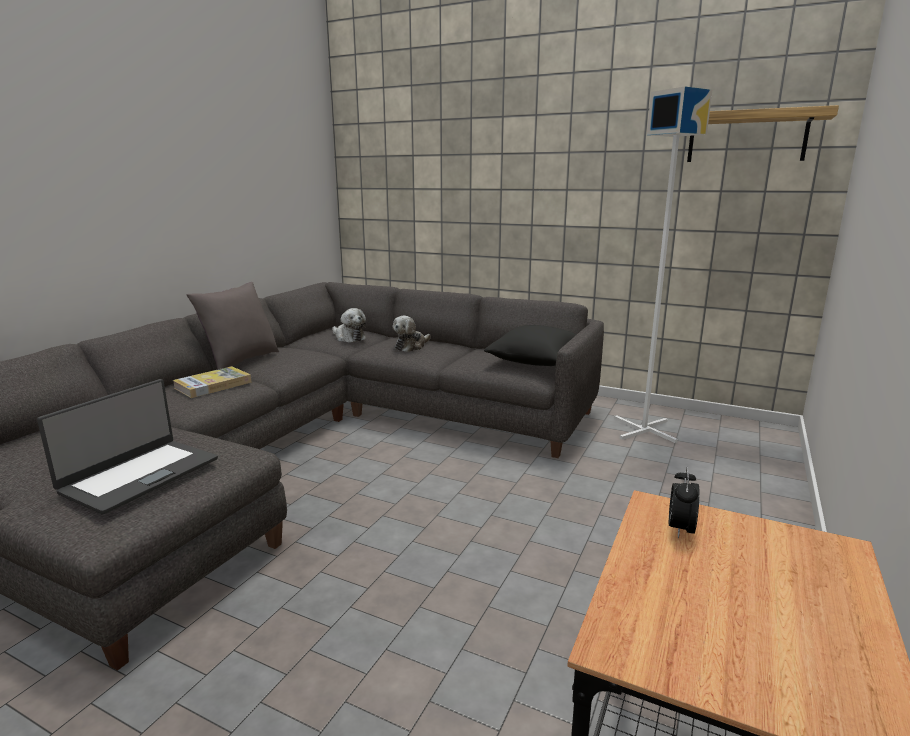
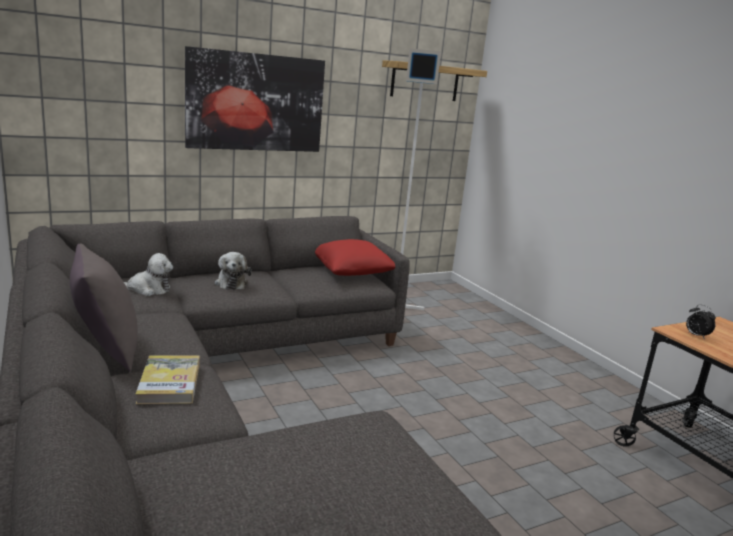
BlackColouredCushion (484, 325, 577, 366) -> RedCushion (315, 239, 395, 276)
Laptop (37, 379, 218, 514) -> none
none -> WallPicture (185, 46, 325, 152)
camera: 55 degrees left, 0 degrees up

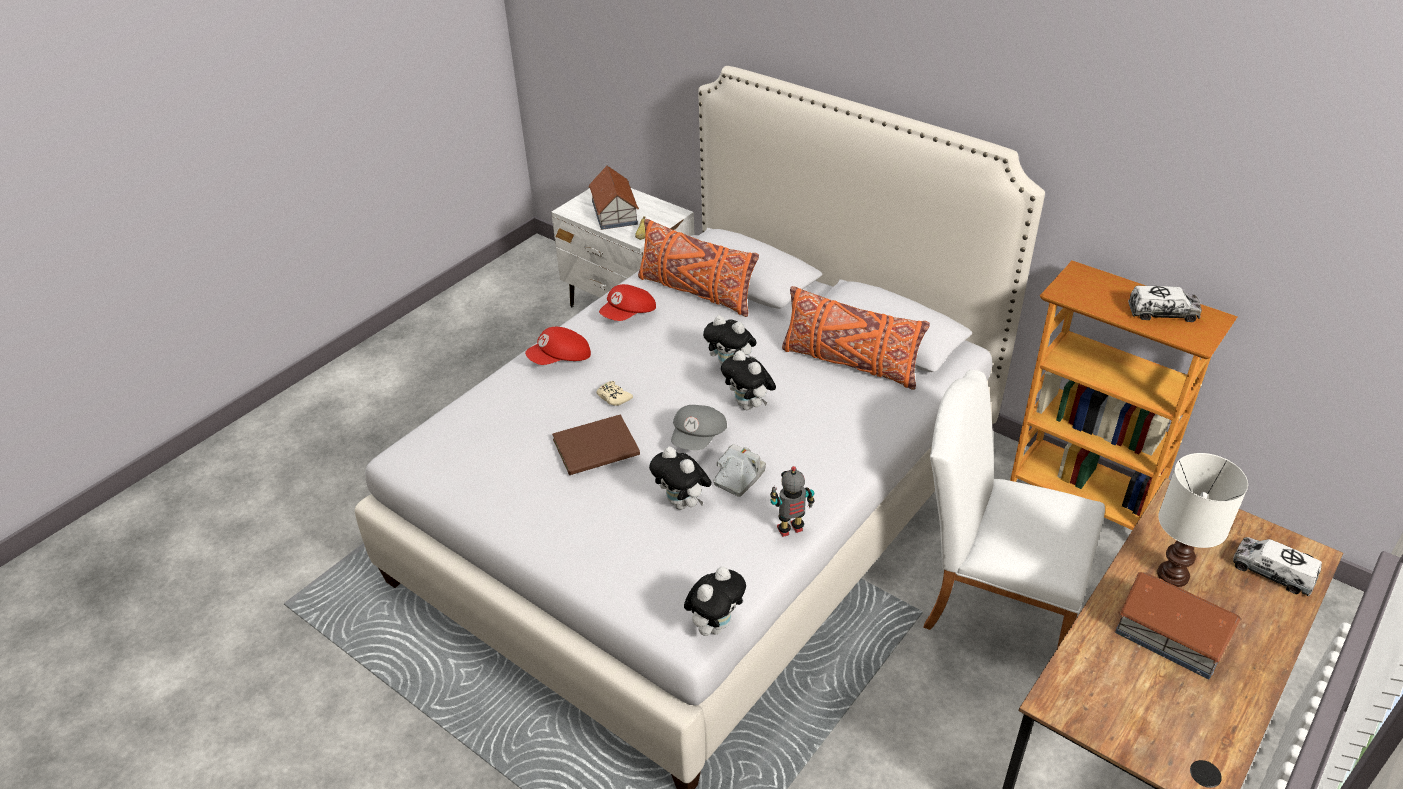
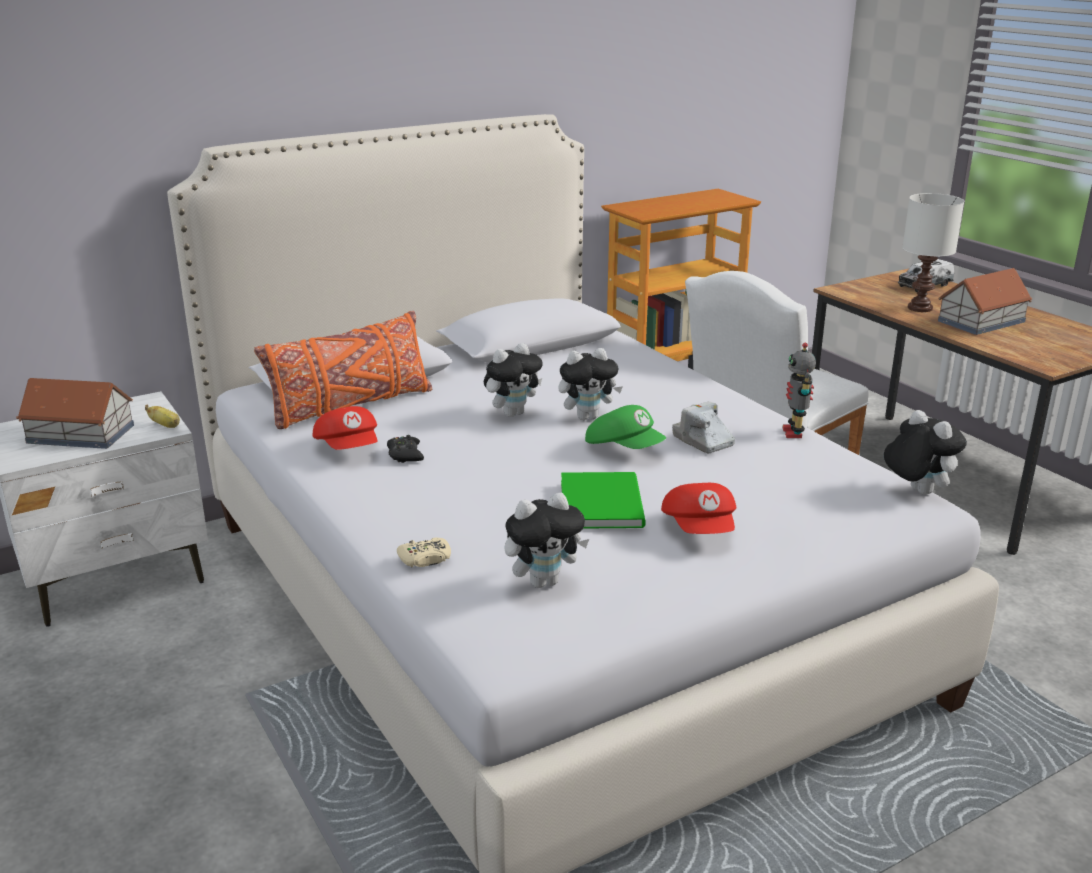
OrangeyCushion (782, 286, 930, 390) -> none
ToyTruck (1128, 286, 1202, 322) -> none
RedBaseballCap (525, 327, 591, 365) -> RedBaseballCap (661, 483, 736, 534), moved
BeigeJoypad (596, 381, 633, 406) -> BeigeJoypad (397, 537, 451, 567), moved
GreyBaseballCap (671, 405, 727, 450) -> GreenBaseballCap (585, 405, 666, 449)
BrownColouredBook (552, 414, 640, 475) -> GreenBook (561, 472, 646, 529)
CuddlyToy (649, 446, 712, 510) -> CuddlyToy (504, 493, 589, 588), moved
none -> BlackColouredJoypad (387, 435, 424, 463)
camera: 70 degrees left, 15 degrees down

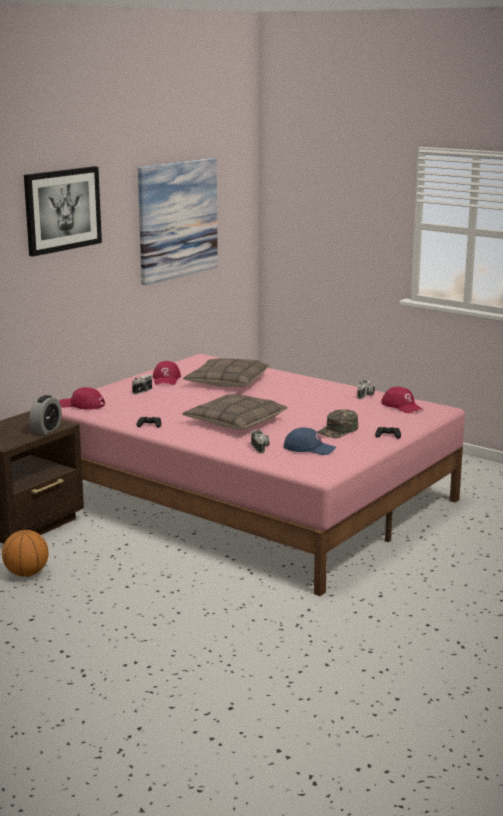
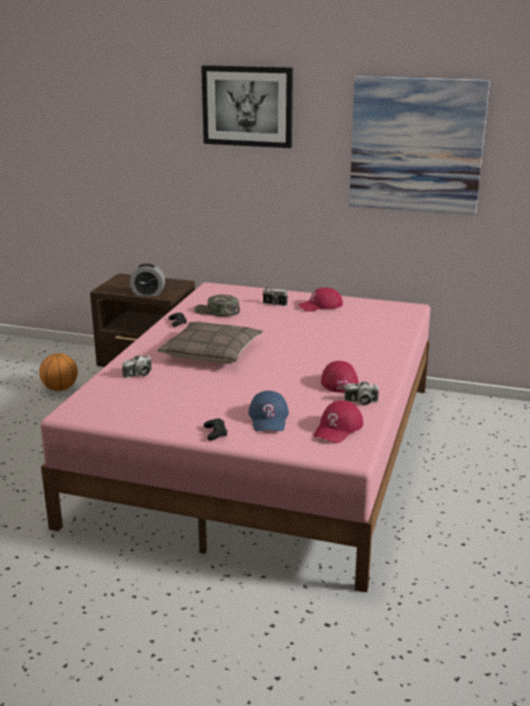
Cushion (183, 358, 270, 387) -> none
RedBaseballCap (59, 387, 105, 409) -> RedBaseballCap (321, 361, 359, 392), moved
GreenBaseballCap (317, 409, 358, 438) -> GreenBaseballCap (194, 294, 240, 317), moved
BluishBaseballCap (284, 427, 336, 455) -> BluishBaseballCap (248, 391, 289, 431), moved
camera: 70 degrees right, 5 degrees up

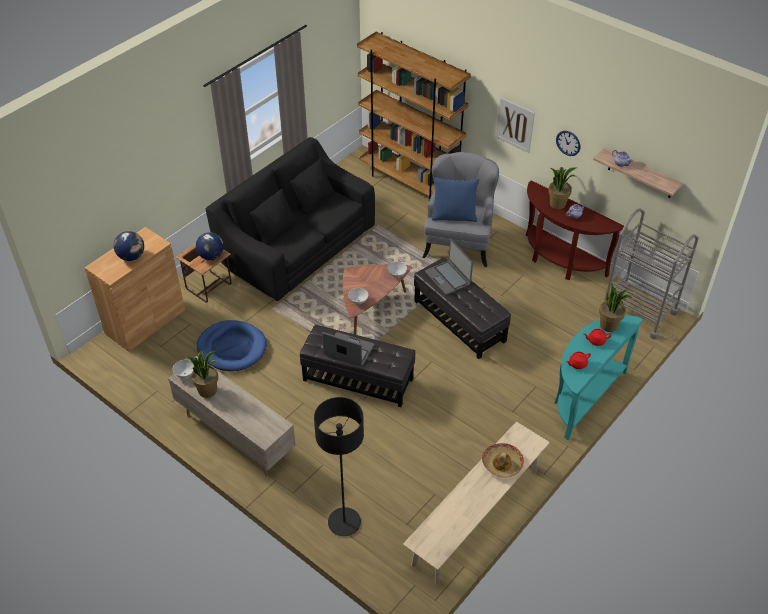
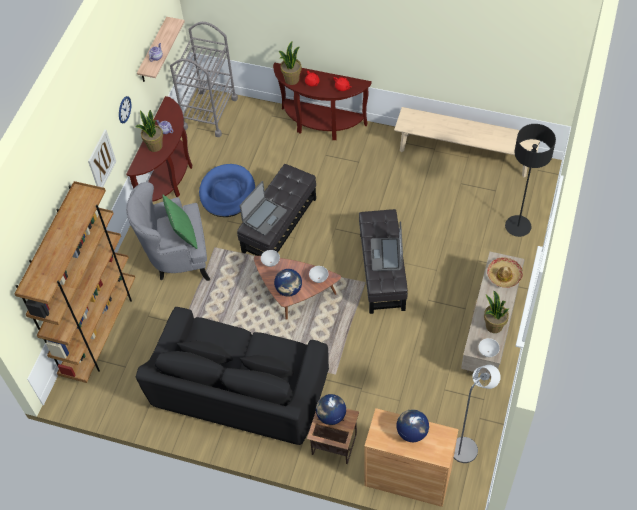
BluishCushion (432, 177, 479, 222) -> GreenCushion (163, 195, 198, 249)
TurquoiseColouredConsoleTable (554, 315, 643, 440) -> BrownColouredConsoleTable (273, 63, 372, 140)
BluishPetBed (197, 320, 267, 371) -> BluishPetBed (199, 164, 255, 217), moved
WearableHat (482, 443, 524, 478) -> WearableHat (487, 257, 523, 288), moved
none -> Globe (274, 269, 302, 297)
none -> GreyStandingLamp (454, 365, 501, 463)
camera: 110 degrees left, 10 degrees up

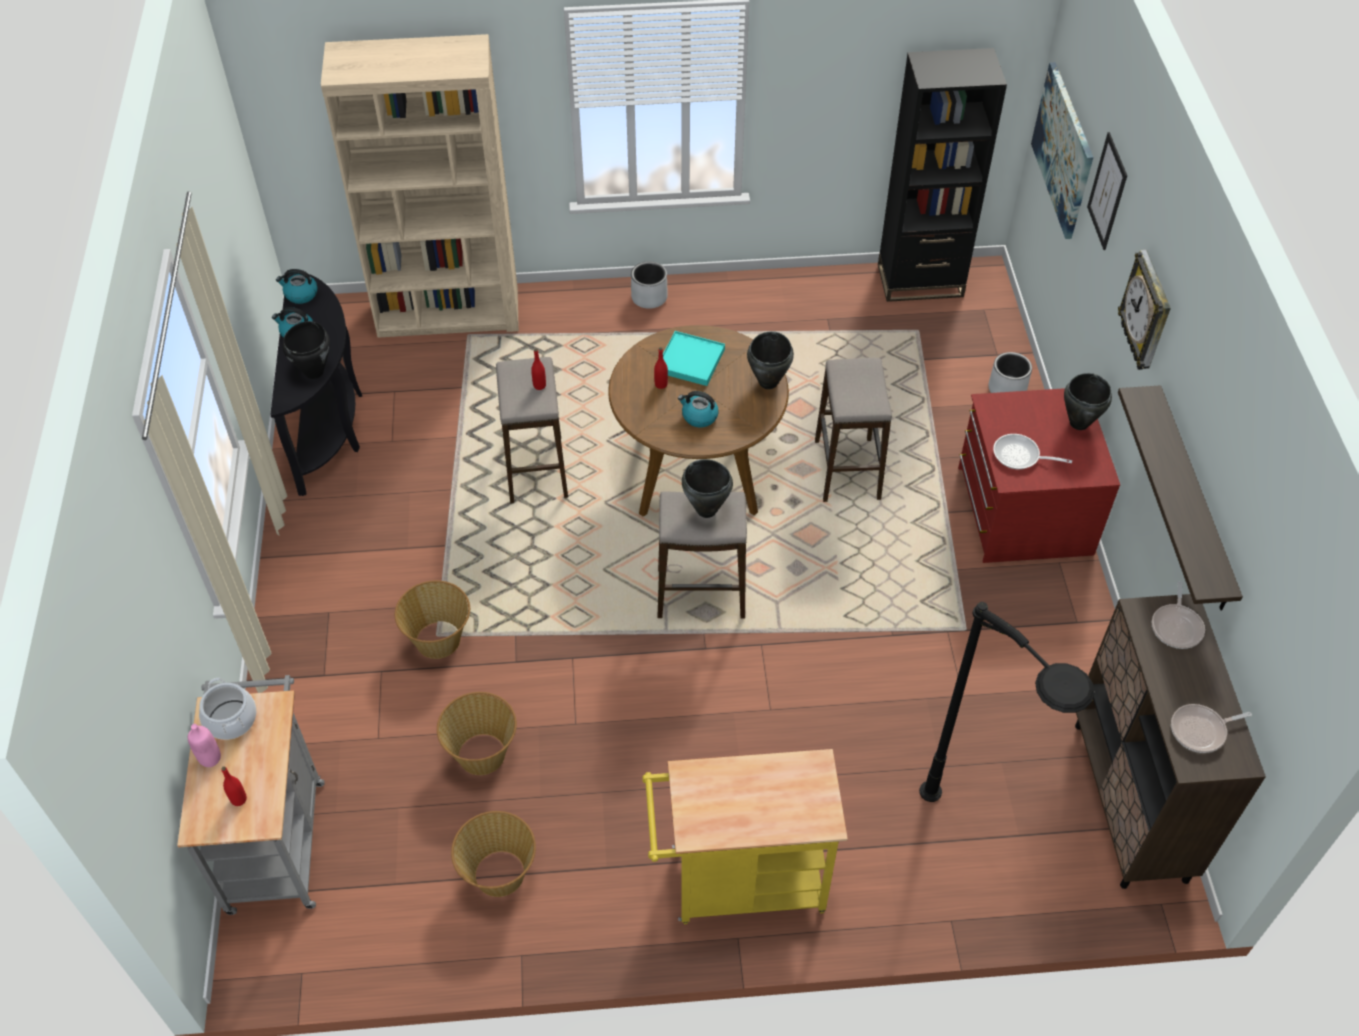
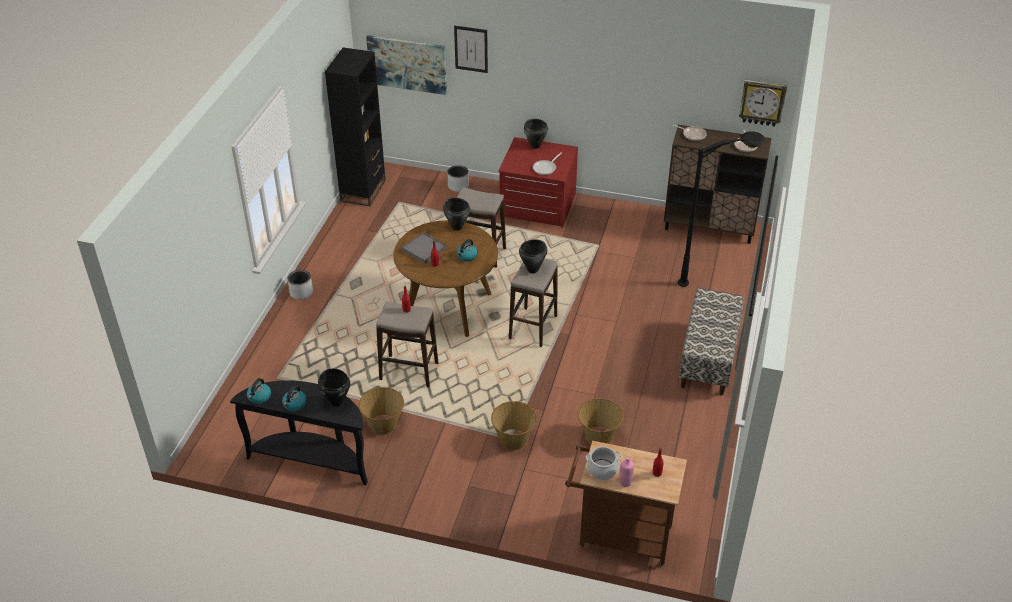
BeigeShelvingUnit (321, 34, 519, 338) -> none
HangingClock (1118, 250, 1171, 370) -> HangingClock (739, 80, 787, 127), moved
TurquoiseColouredTray (663, 331, 725, 386) -> GreyTray (402, 232, 447, 264)
Shelf (1118, 385, 1243, 610) -> none
GreyWheeledCart (177, 675, 325, 915) -> BrownColouredWheeledCart (565, 441, 687, 566)
YellowWheeledCart (642, 749, 848, 924) -> IndoorBench (679, 288, 744, 396)
StorageBasket (451, 811, 536, 897) -> StorageBasket (359, 387, 404, 435), moved
camera: 70 degrees left, 10 degrees down

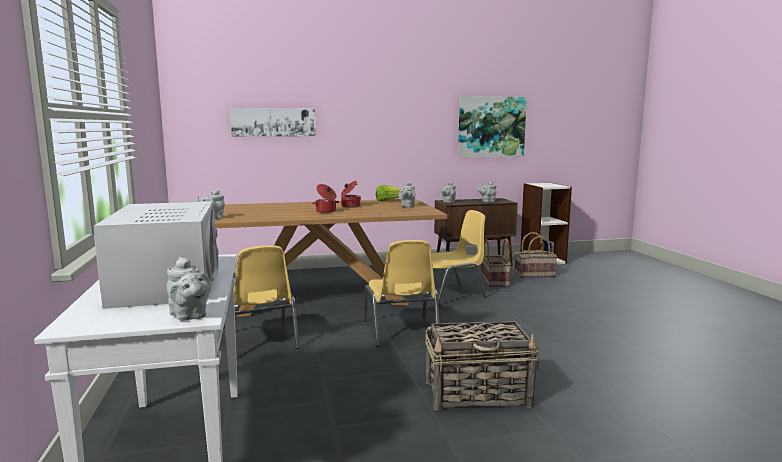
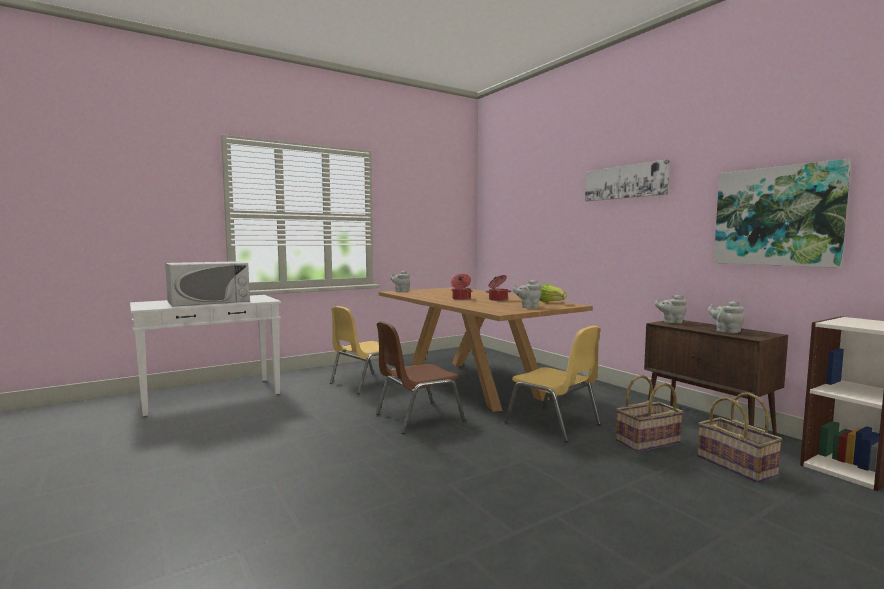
WallPicture (230, 108, 316, 137) -> WallPicture (585, 159, 670, 201), moved
YellowPlainChair (364, 240, 439, 346) -> BrownColouredPlainChair (376, 321, 465, 434)
GreyPotForTea (167, 257, 211, 320) -> none
StorageBasket (425, 321, 539, 410) -> none
camera: 70 degrees right, 5 degrees down

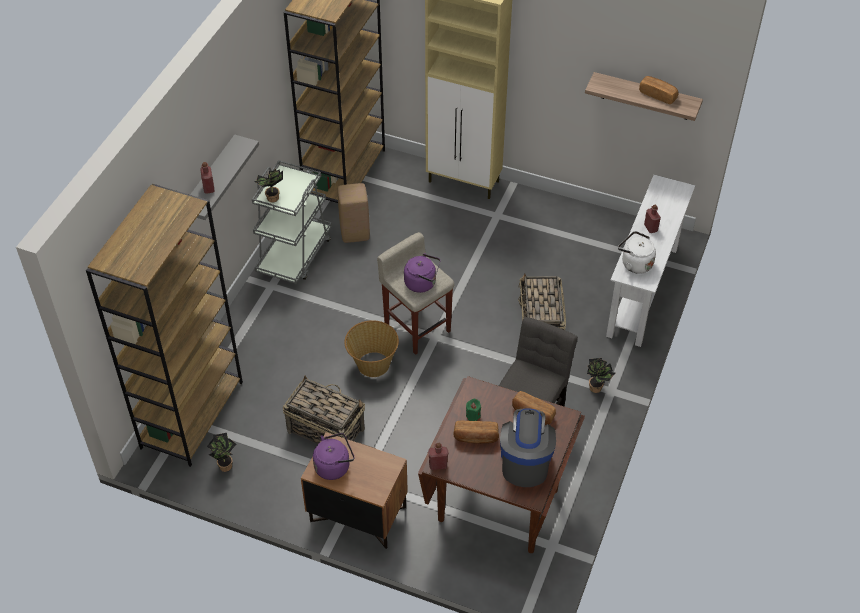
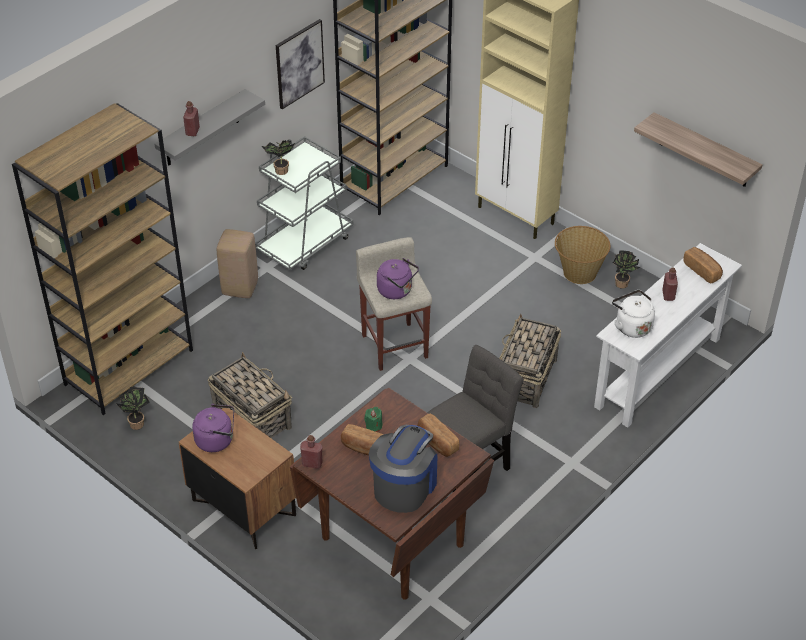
Bread (639, 76, 678, 104) -> Bread (683, 247, 723, 283), moved
BeigeSittingStool (338, 183, 370, 243) -> BeigeSittingStool (217, 229, 258, 298), moved
StorageBasket (344, 320, 399, 377) -> StorageBasket (555, 226, 610, 284), moved
PlantInAPot (587, 358, 615, 393) -> PlantInAPot (613, 250, 641, 289), moved
none -> WallPicture (276, 19, 325, 109)
camera: 20 degrees right, 5 degrees down

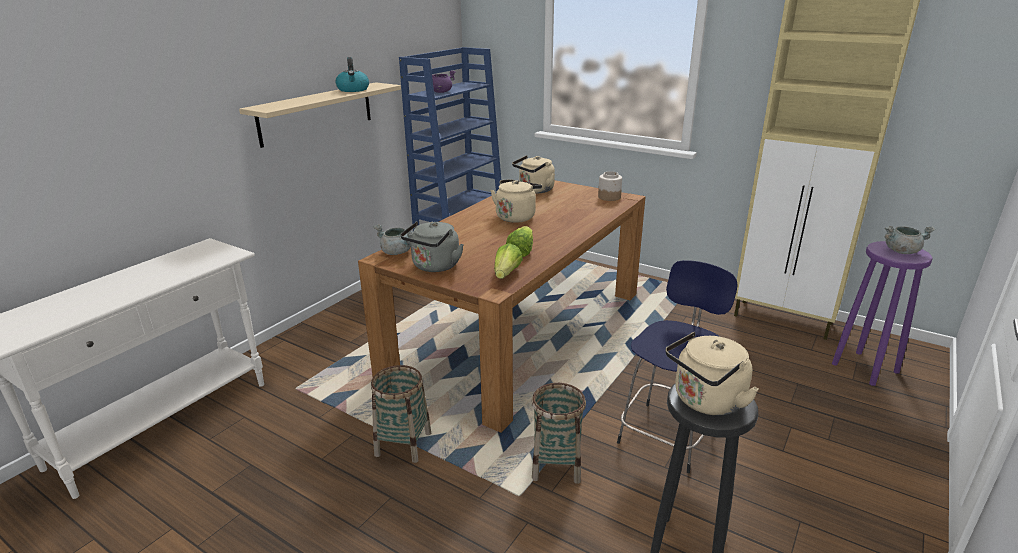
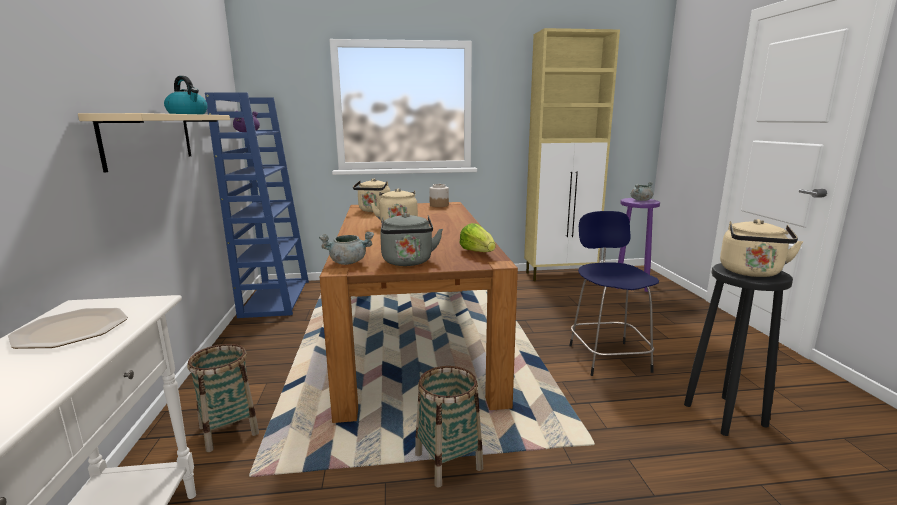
Lettuce (506, 226, 533, 257) -> none
StorageBasket (532, 383, 586, 484) -> StorageBasket (188, 344, 259, 452), moved
none -> FlatDish (8, 308, 128, 349)
camera: 40 degrees left, 10 degrees down

